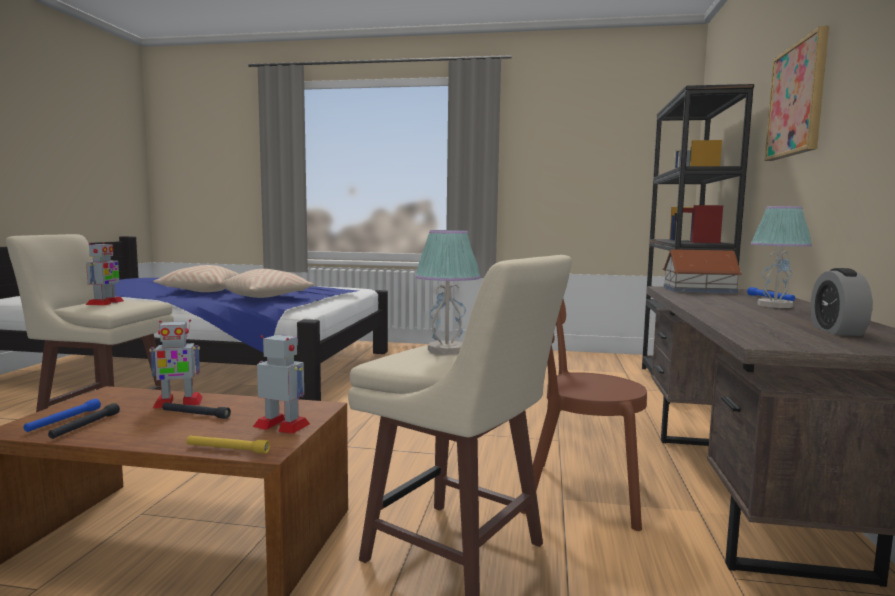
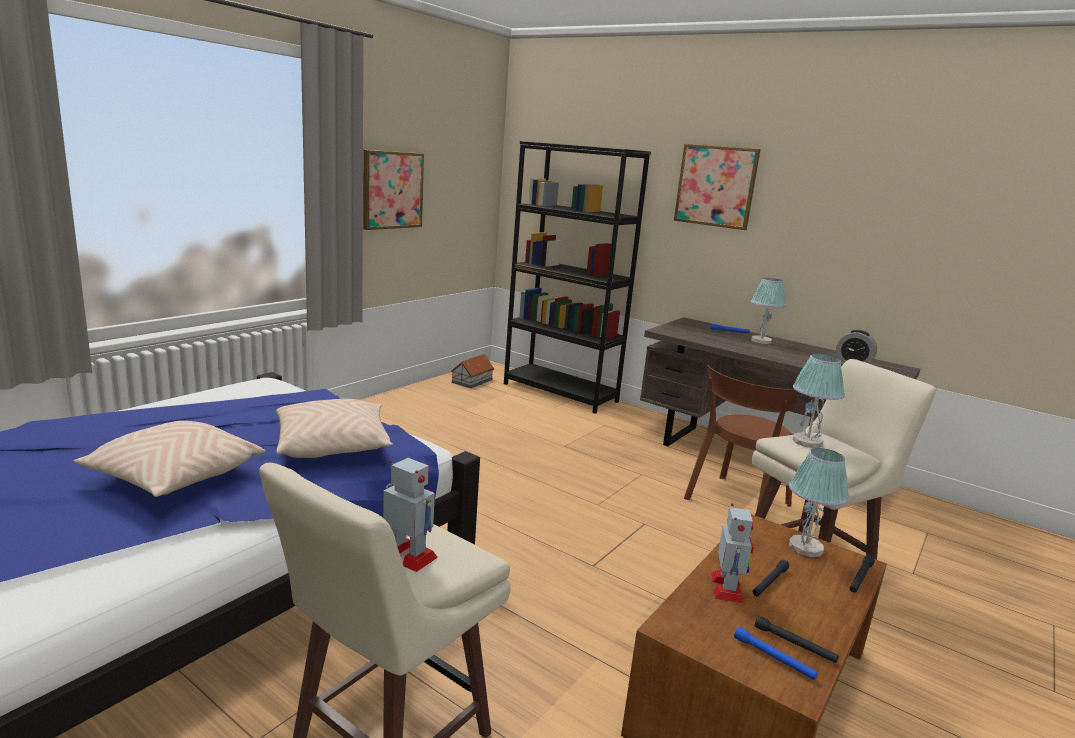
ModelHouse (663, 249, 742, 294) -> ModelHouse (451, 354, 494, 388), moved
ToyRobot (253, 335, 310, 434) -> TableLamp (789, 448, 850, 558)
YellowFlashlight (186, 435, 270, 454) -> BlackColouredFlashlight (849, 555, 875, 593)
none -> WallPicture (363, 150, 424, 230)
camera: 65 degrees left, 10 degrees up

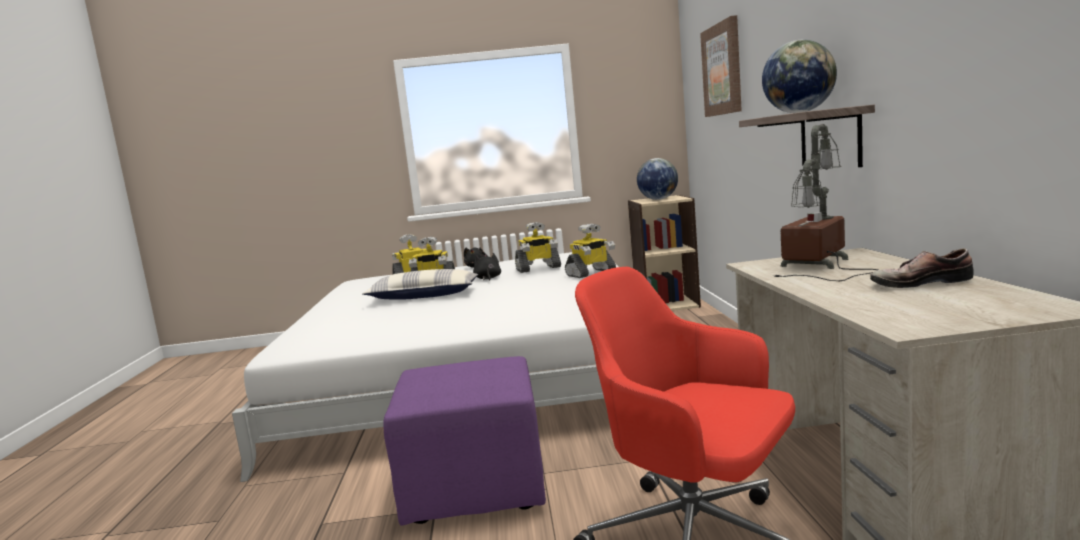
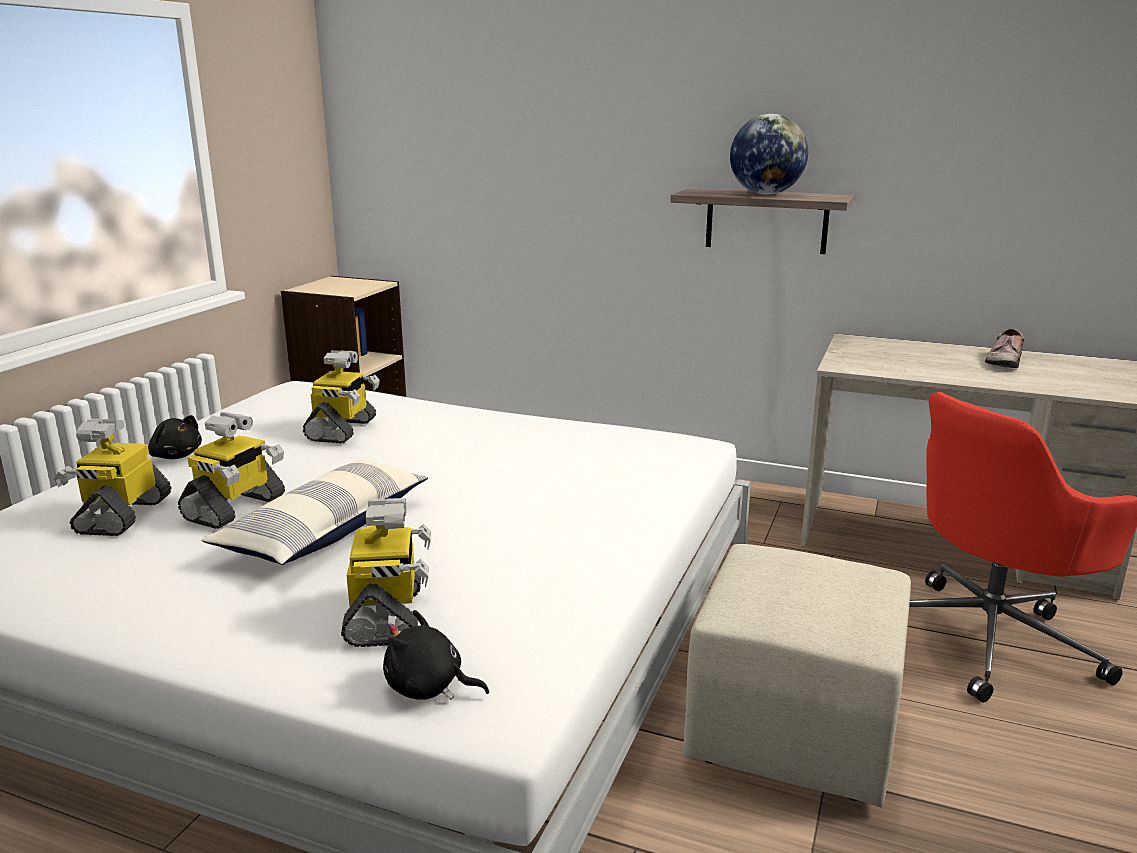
WallPicture (700, 15, 742, 117) -> none
TableLamp (774, 124, 878, 281) -> none
Globe (637, 158, 678, 200) -> none
ToyRobot (565, 224, 616, 278) -> ToyRobot (341, 498, 431, 647), moved
BlackColouredCuddlyToy (473, 253, 501, 281) -> BlackColouredCuddlyToy (383, 610, 489, 700), moved
PurplishFootrest (383, 356, 546, 526) -> BeigeFootrest (683, 544, 911, 808)
camera: 65 degrees left, 10 degrees up

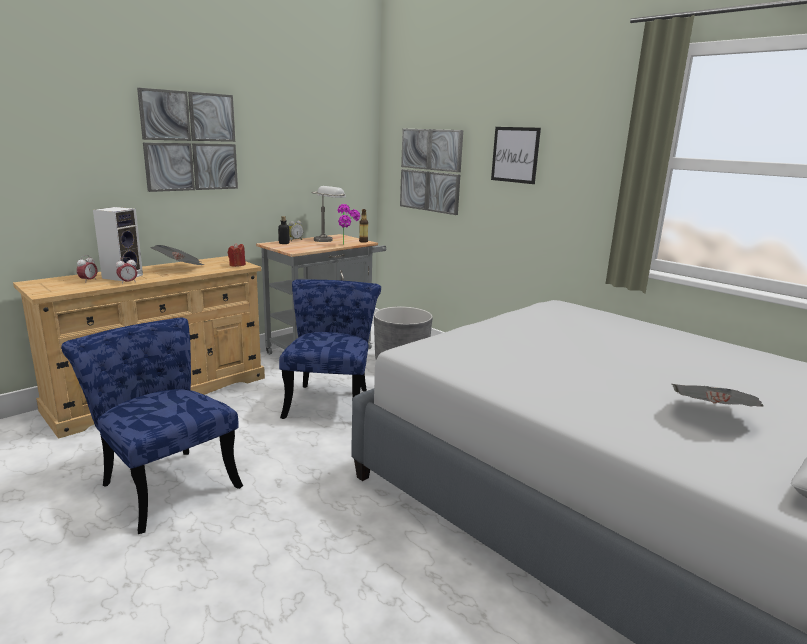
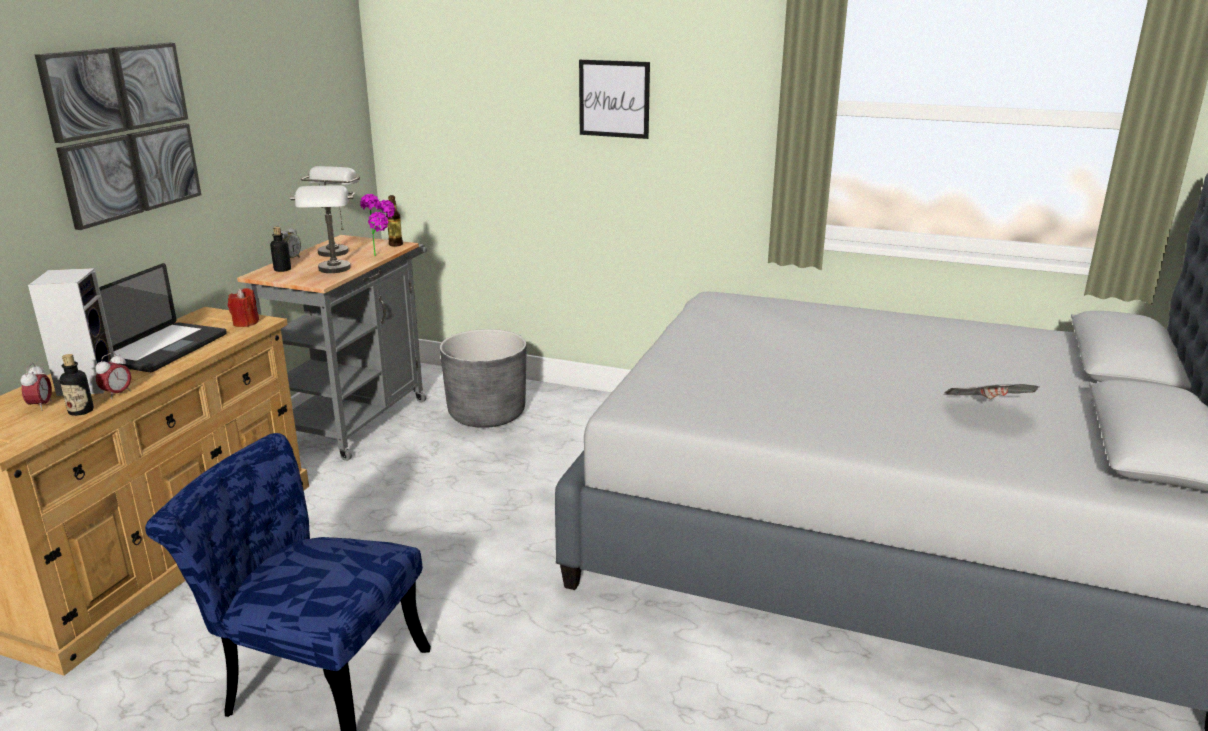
WallPicture (400, 129, 463, 215) -> none
DailyPaper (150, 245, 205, 265) -> Laptop (99, 263, 227, 372)
BluishPlainChair (279, 279, 381, 419) -> none
none -> GreyTableLamp (290, 185, 355, 273)
none -> DrinkBottle (60, 354, 94, 416)
camera: 25 degrees left, 5 degrees up

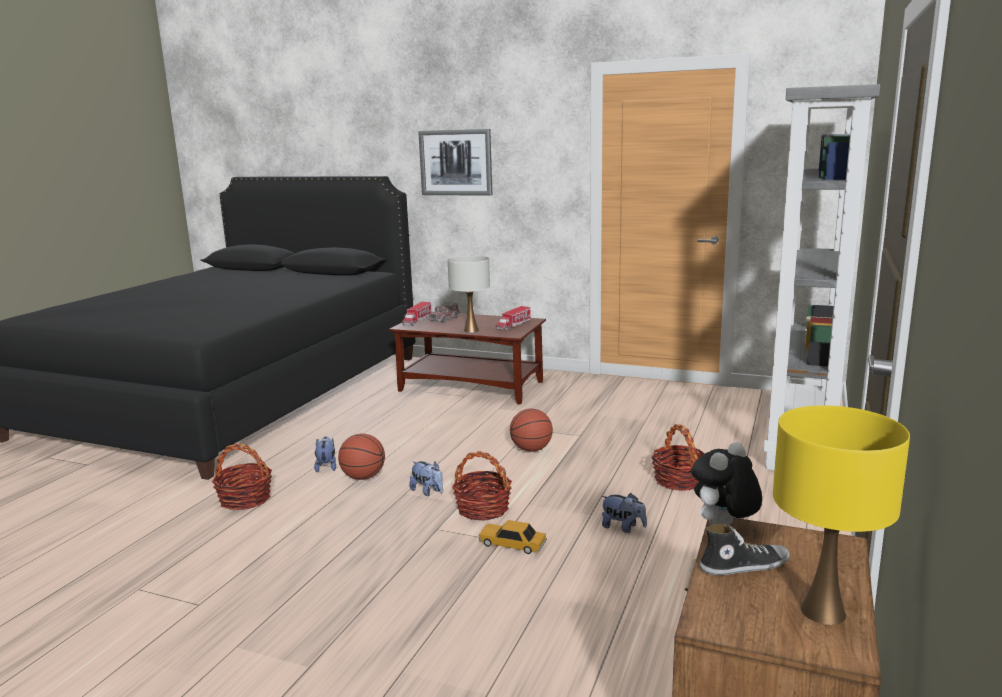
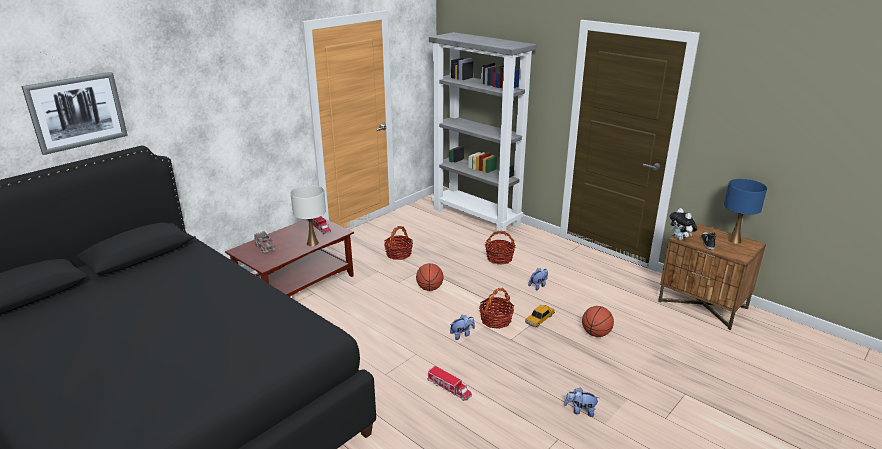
WallPicture (418, 129, 492, 196) -> WallPicture (22, 72, 128, 155), moved
ToyTruck (402, 302, 432, 326) -> ToyTruck (427, 366, 472, 401), moved
YellowTableLamp (773, 405, 910, 625) -> BluishTableLamp (724, 179, 767, 244)
BallForBasketball (338, 433, 385, 480) -> BallForBasketball (582, 306, 614, 337), moved
CuddlyToy (314, 437, 336, 472) -> CuddlyToy (564, 387, 599, 417), moved
StorageBasket (212, 443, 272, 511) -> StorageBasket (384, 226, 413, 260), moved
camera: 70 degrees left, 10 degrees up

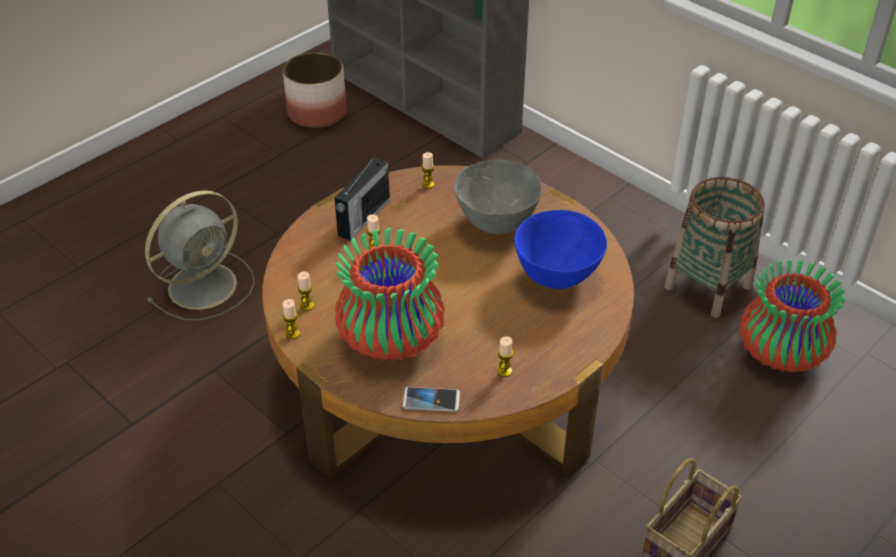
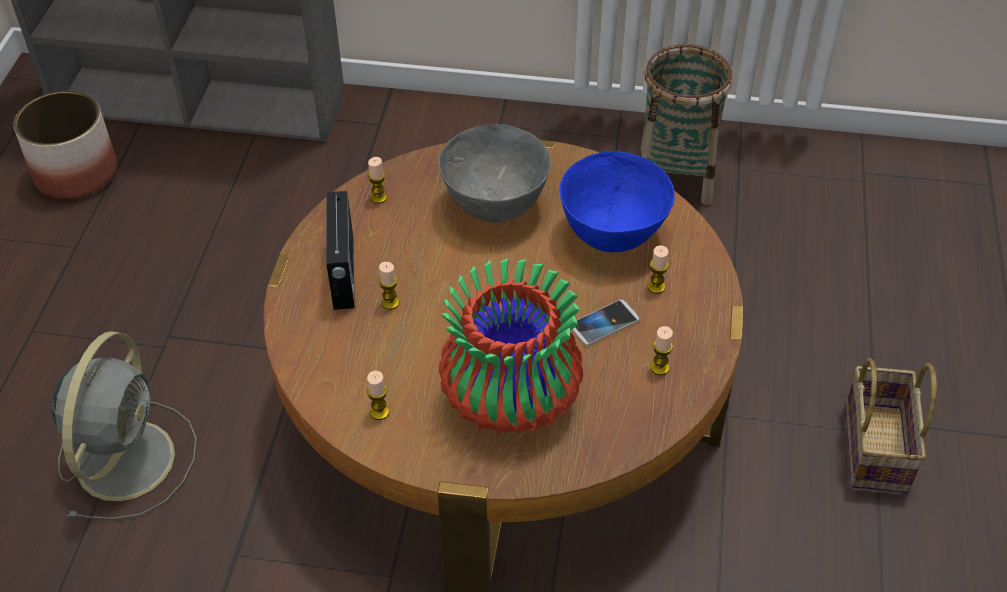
DecorativeVase (740, 259, 845, 372) -> none
WaxCandle (282, 299, 300, 339) -> WaxCandle (648, 245, 668, 294), moved
Handset (403, 387, 460, 412) -> Handset (572, 299, 639, 346), moved
camera: 35 degrees left, 5 degrees up

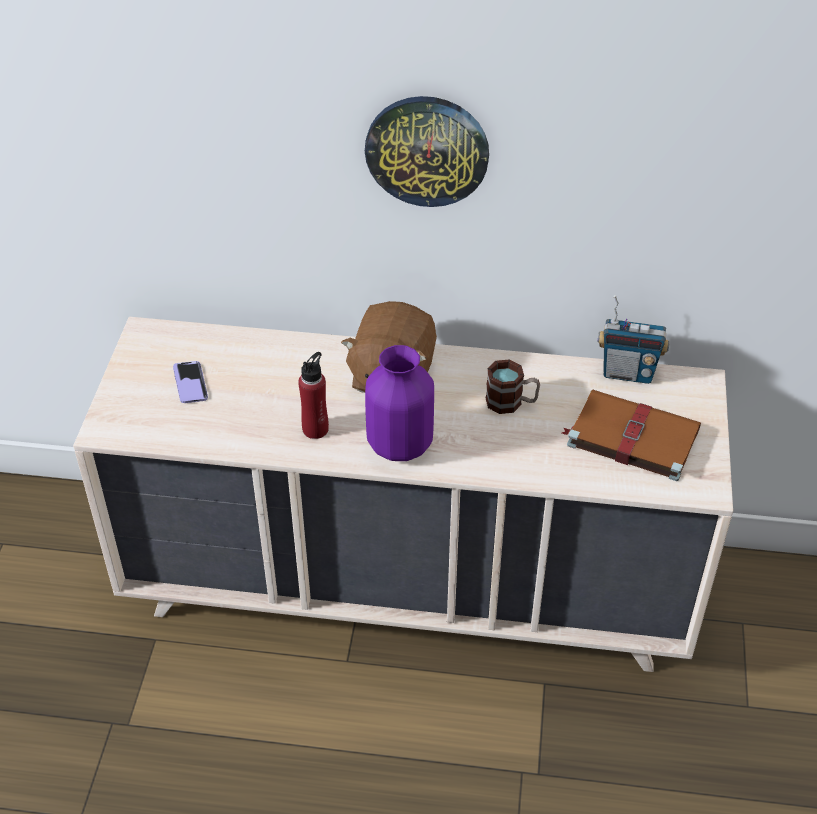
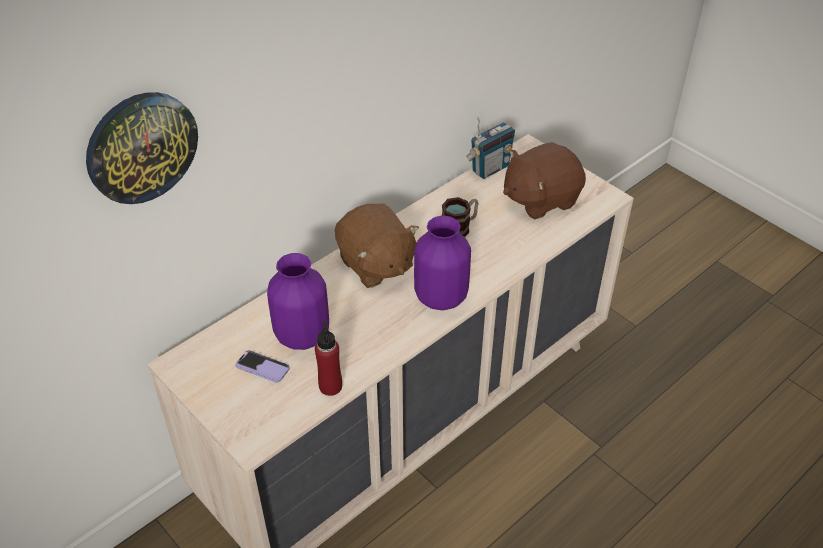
HangingClock (365, 96, 489, 207) -> HangingClock (86, 92, 198, 204), moved
RedDrinkBottle (298, 352, 329, 439) -> RedDrinkBottle (315, 321, 342, 396), moved
BrownColouredBook (562, 389, 701, 481) -> BrownColouredCuddlyToy (503, 142, 586, 219)
none -> PurplishDecorativeVase (267, 253, 329, 350)
camera: 50 degrees left, 0 degrees up

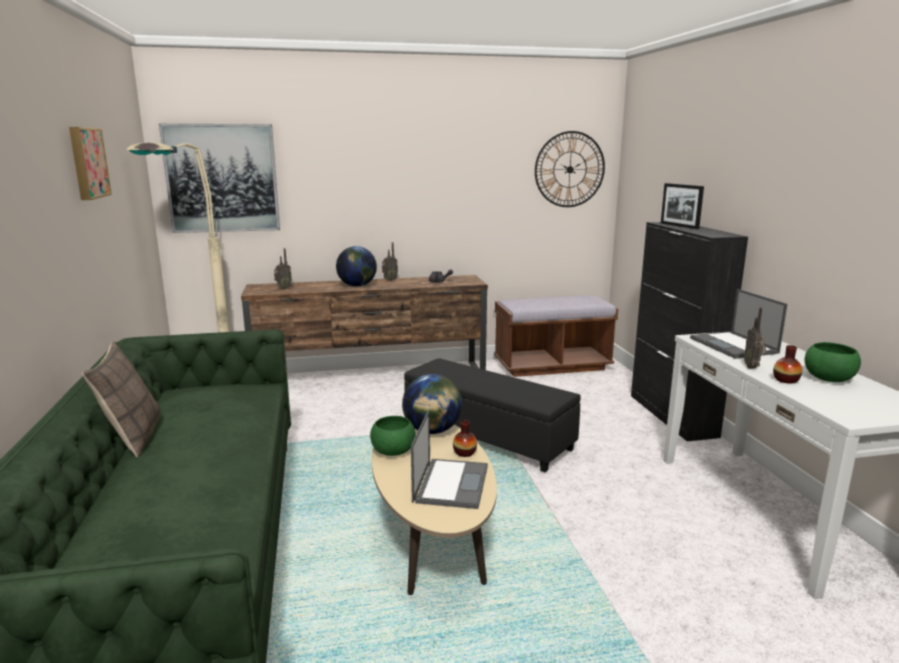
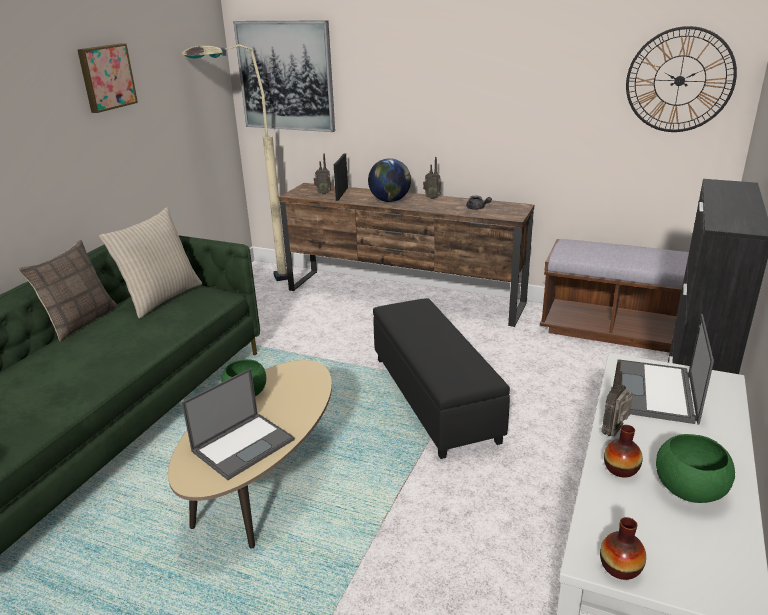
StandingFrame (661, 183, 704, 229) -> StandingFrame (334, 153, 348, 201), moved
Globe (402, 374, 462, 434) -> none
DecorativeVase (453, 420, 477, 457) -> DecorativeVase (600, 517, 646, 580), moved
none -> BeigeCushion (99, 207, 203, 319)
camera: 35 degrees right, 10 degrees up

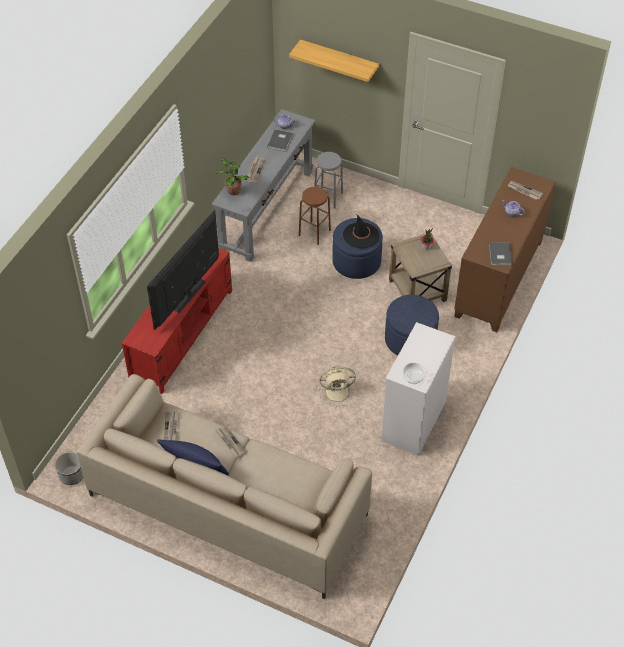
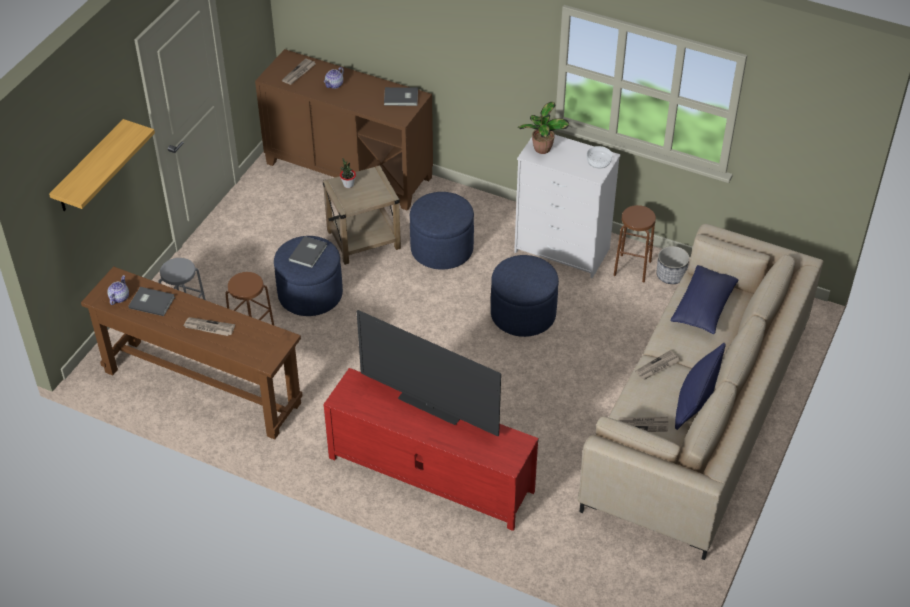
GreyConsoleTable (212, 109, 315, 262) -> BrownColouredConsoleTable (81, 266, 303, 439)
PlantInAPot (214, 158, 249, 195) -> PlantInAPot (517, 102, 569, 154), moved
BlackColouredWearableHat (343, 214, 380, 248) -> GreyBook (288, 236, 327, 268)
BeigeFan (318, 366, 356, 406) -> BluishFootrest (491, 255, 559, 337)
FlowerPot (55, 452, 83, 485) -> FlowerPot (656, 246, 690, 284), moved
none -> BrownColouredSittingStool (614, 205, 656, 283)
none -> BluishCushion (671, 265, 739, 334)
camera: 90 degrees left, 5 degrees down

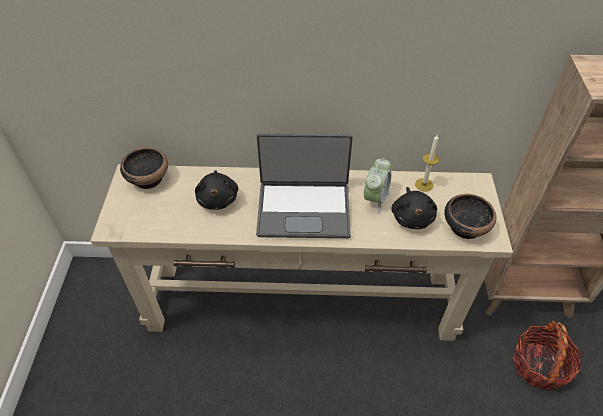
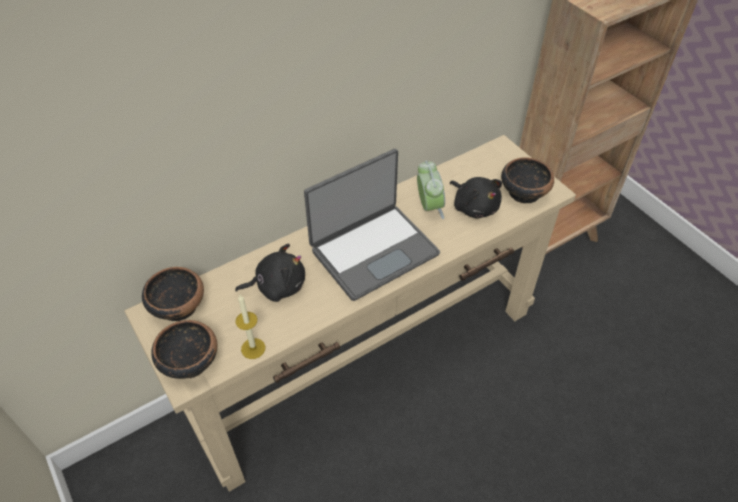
WaxCandle (415, 135, 439, 192) -> WaxCandle (235, 295, 265, 359), moved
BlackColouredCuddlyToy (195, 170, 238, 210) -> BlackColouredCuddlyToy (235, 243, 305, 302), 60 degrees counterclockwise
StorageBasket (513, 320, 582, 391) -> none
none -> ServingBowl (151, 320, 217, 379)
camera: 35 degrees left, 0 degrees up

